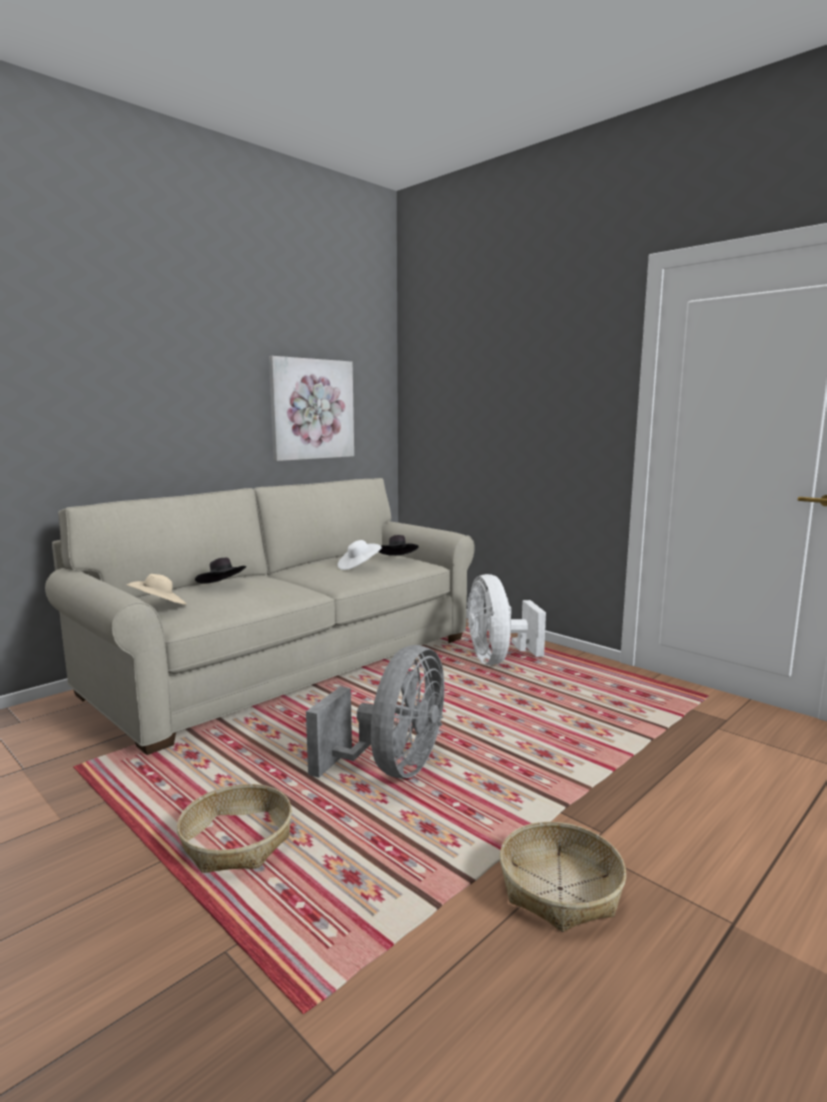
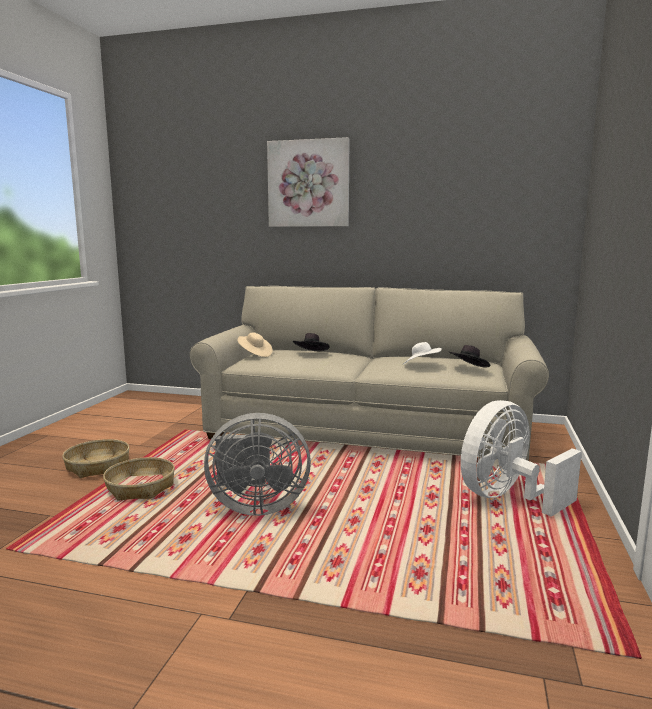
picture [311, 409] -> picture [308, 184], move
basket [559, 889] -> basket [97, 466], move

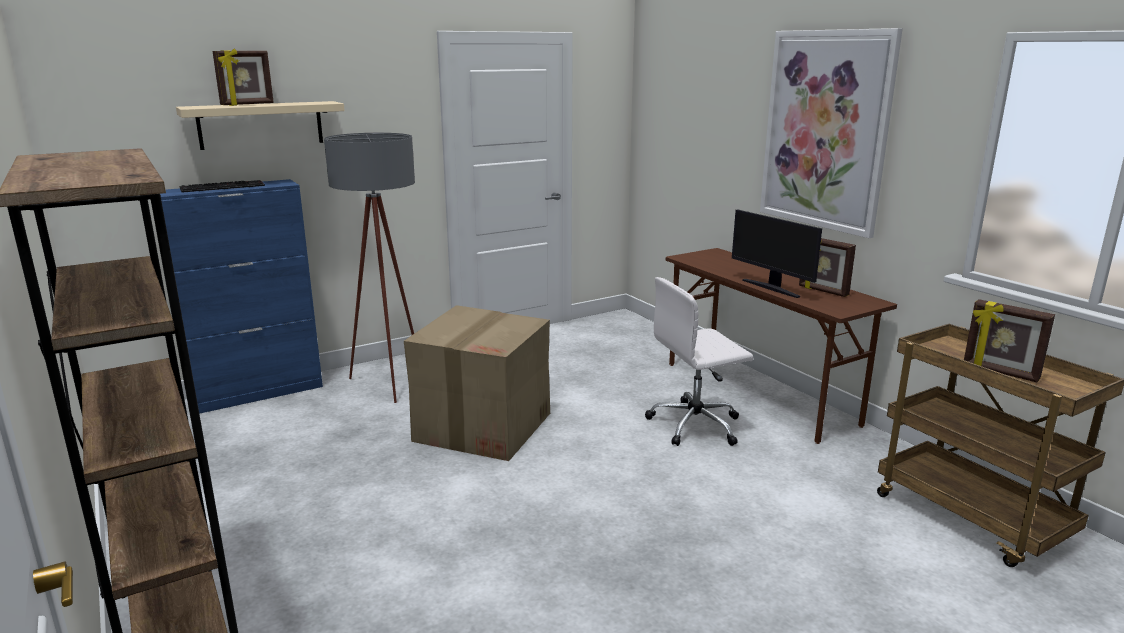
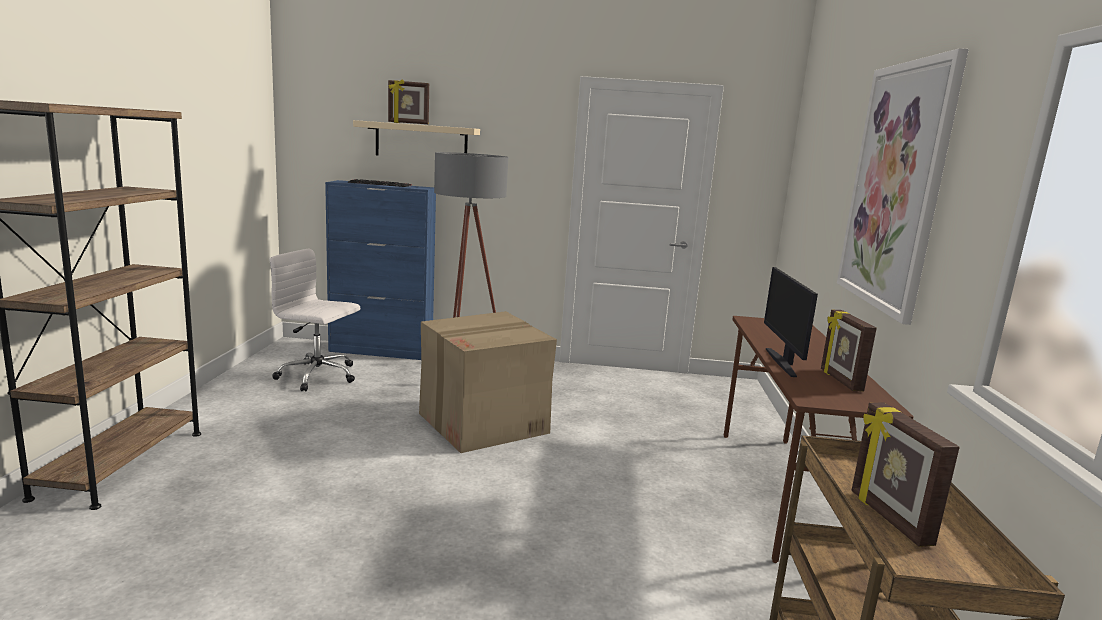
white office chair [696, 425] -> white office chair [319, 376], move

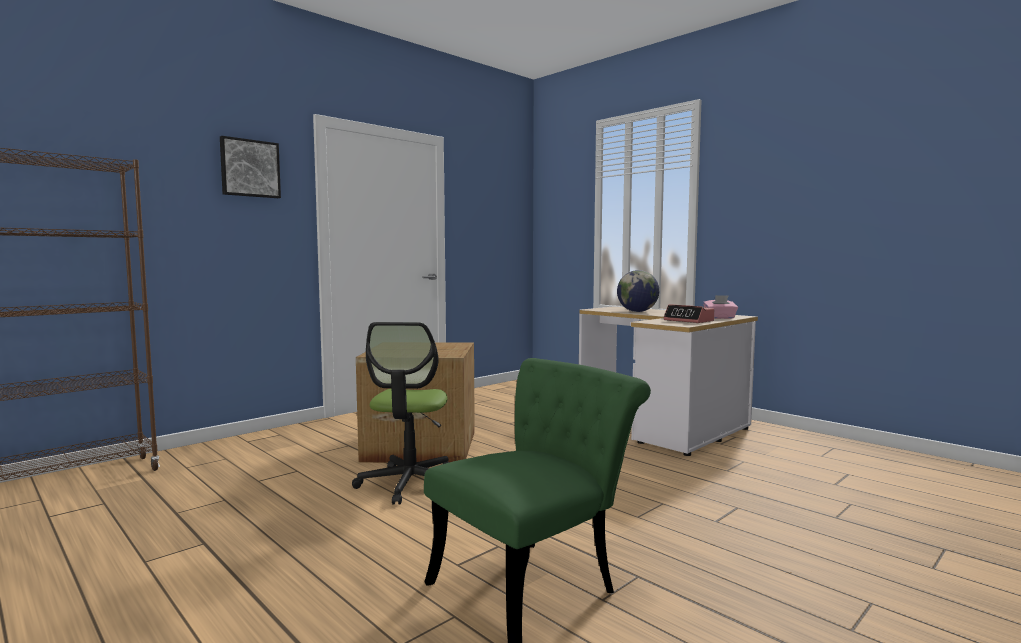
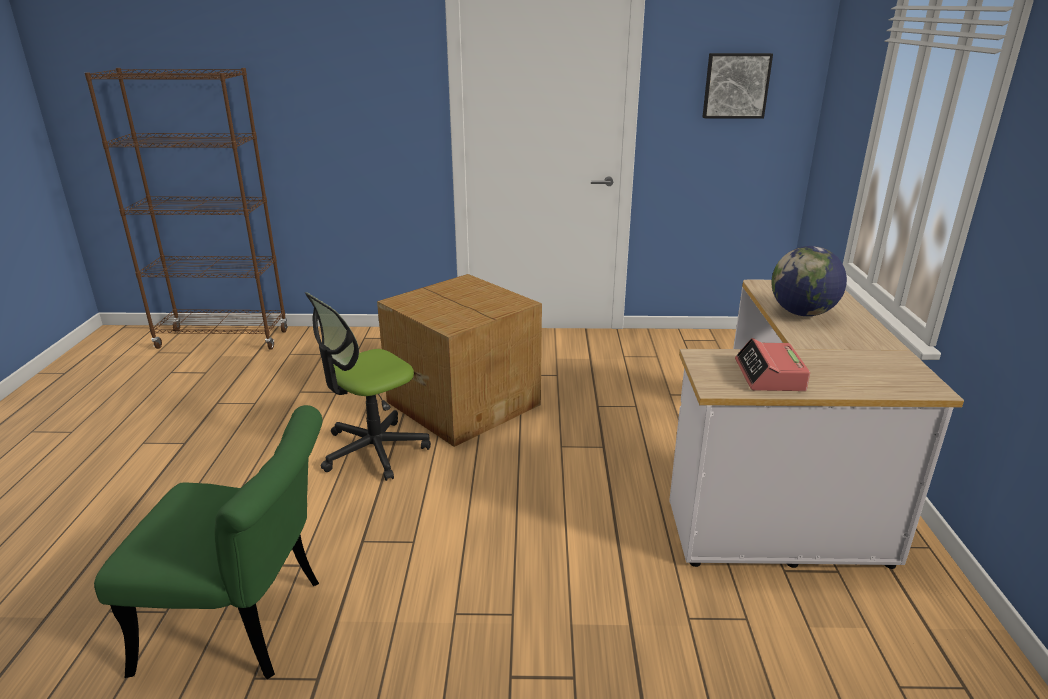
pink tissue box [720, 318] -> none
picture [250, 168] -> picture [736, 85], move

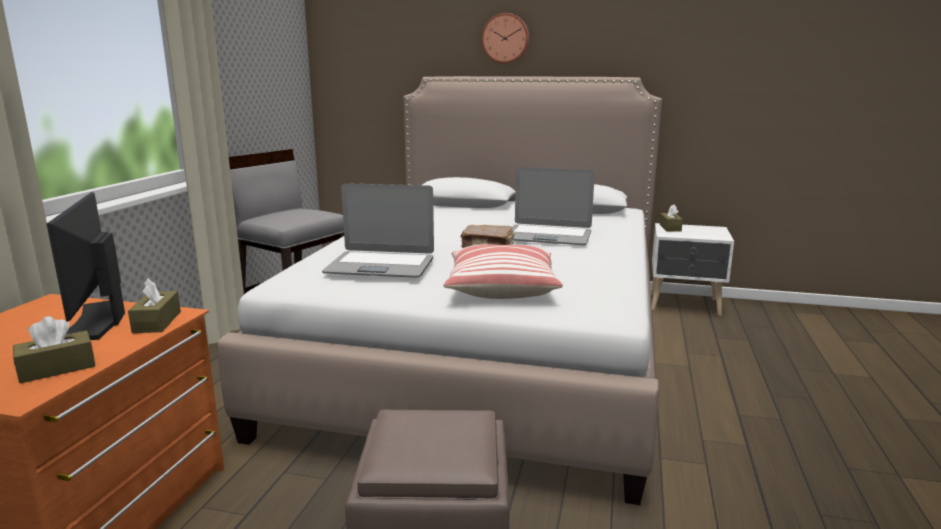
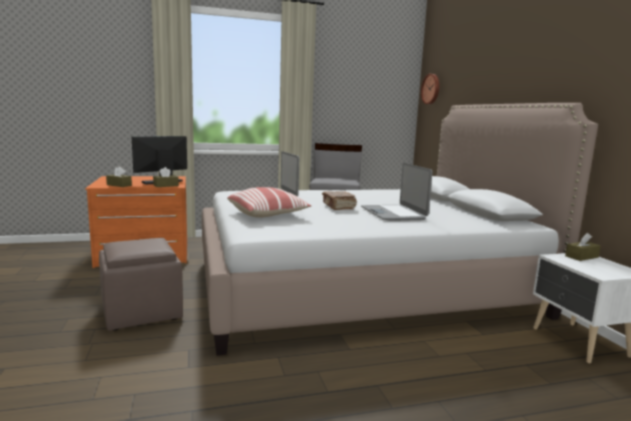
wall clock [505, 38] -> wall clock [431, 89], move

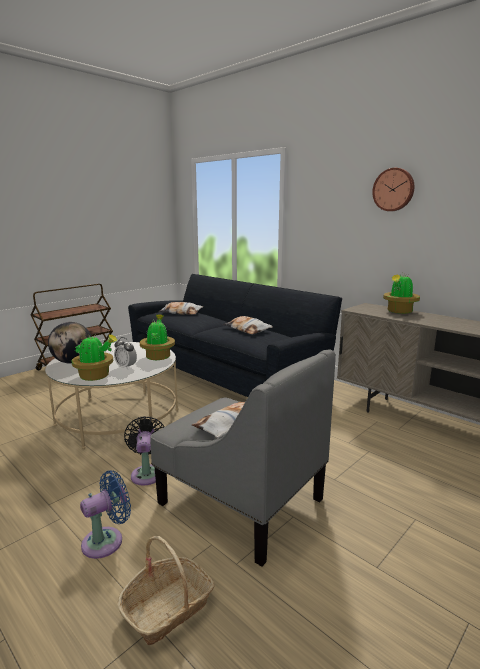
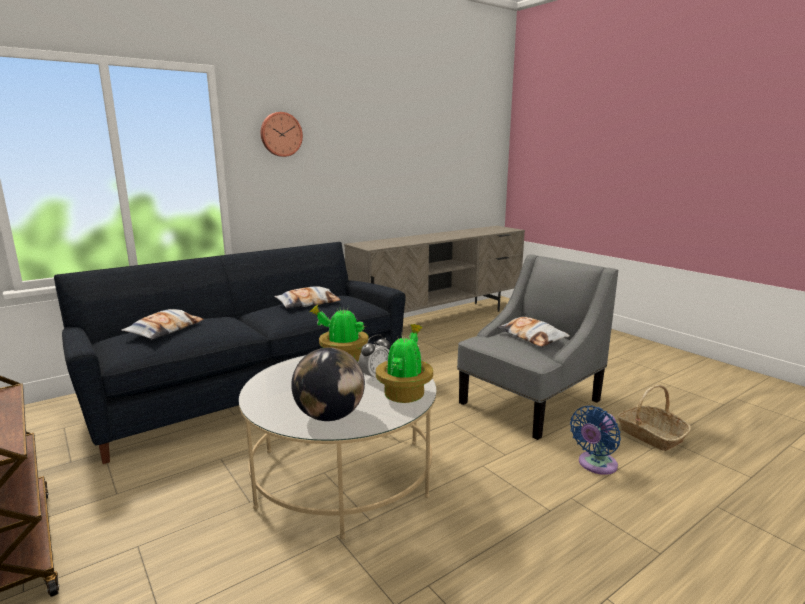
black fan [147, 473] -> none
potted plant [399, 312] -> none
wall clock [394, 189] -> wall clock [280, 134], move
blue fan [107, 540] -> blue fan [595, 465], 105 degrees counterclockwise

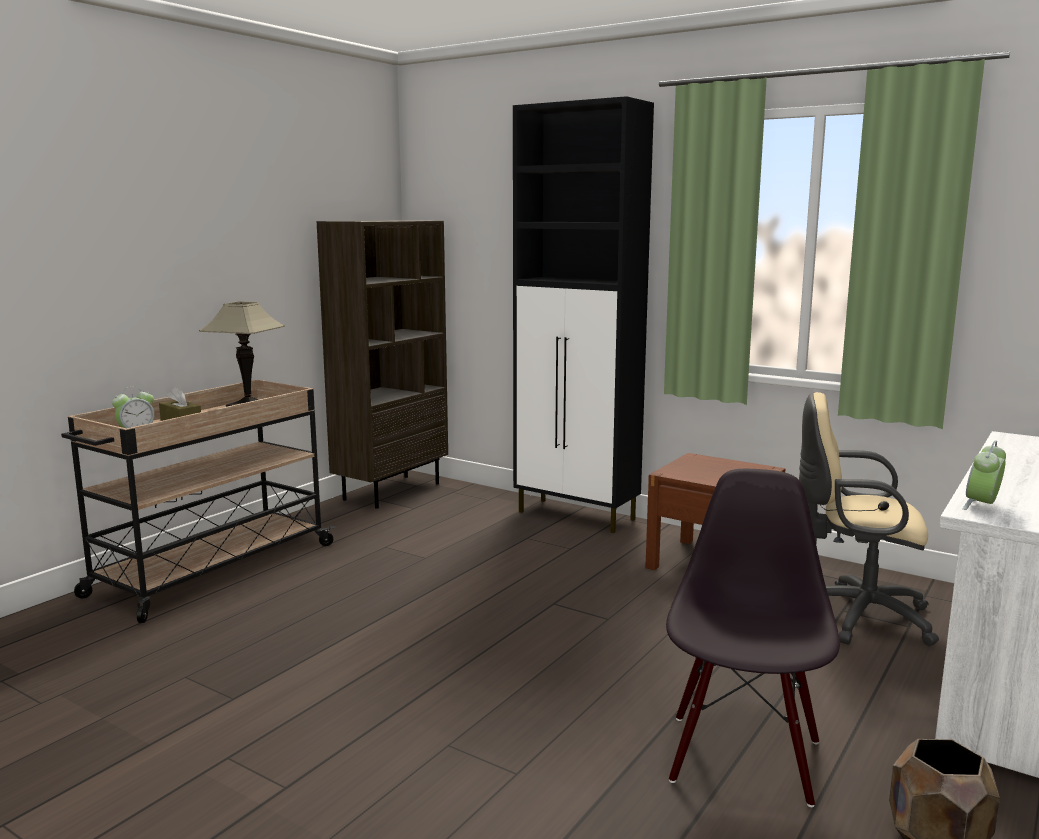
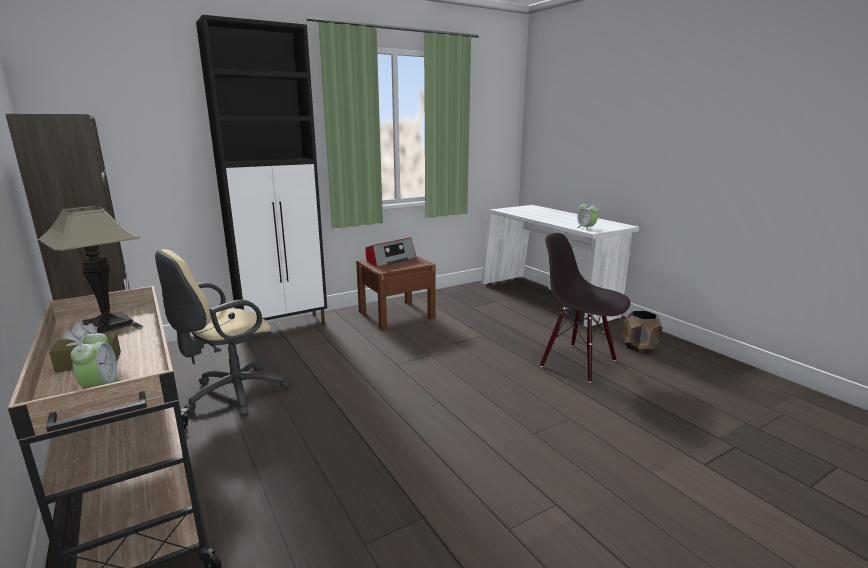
none -> radio [390, 260]
beige office chair [855, 616] -> beige office chair [231, 395], move

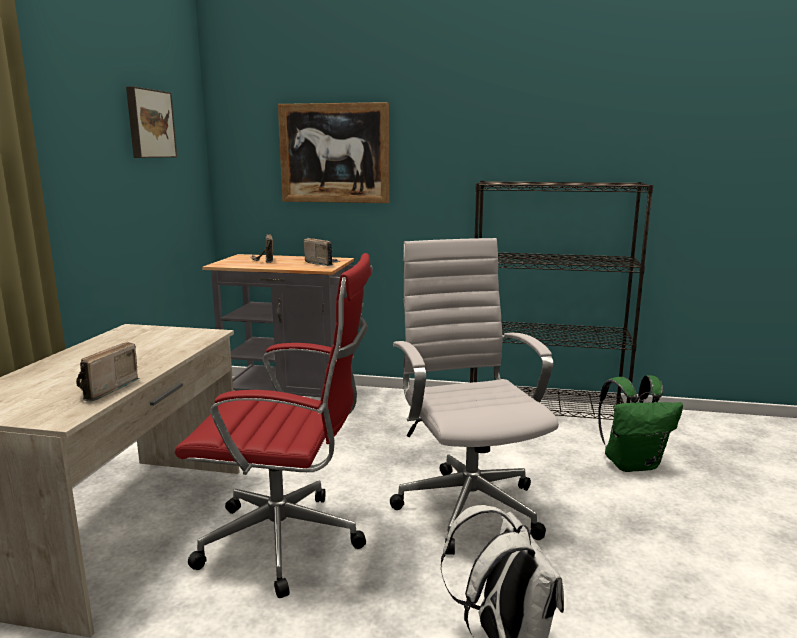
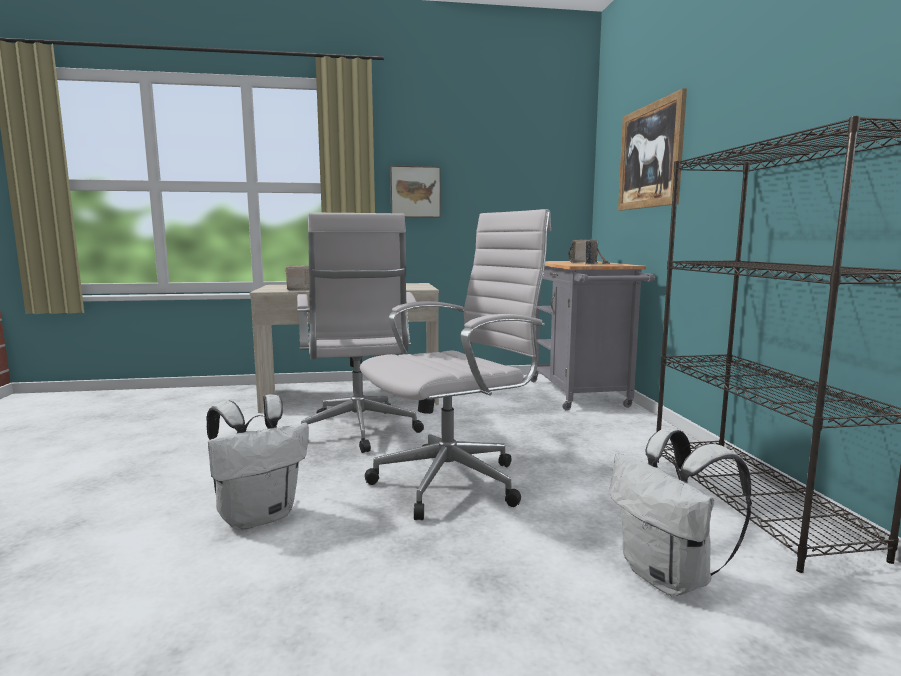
picture [149, 124] -> picture [415, 192], move
red office chair [289, 542] -> white office chair [359, 433]
green backpack [632, 464] -> white backpack [669, 578]

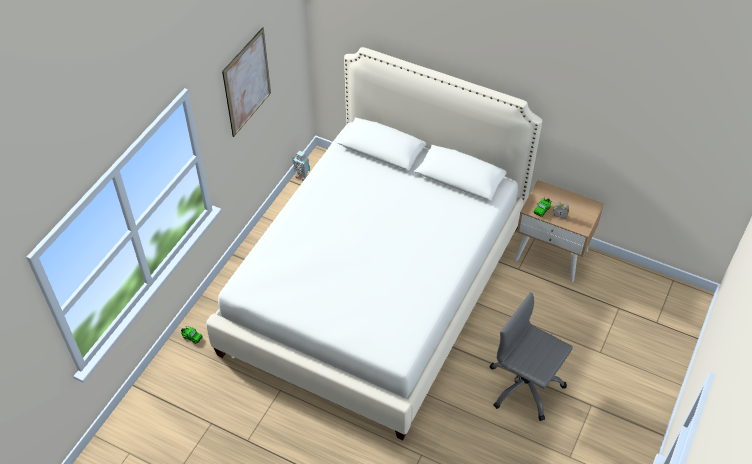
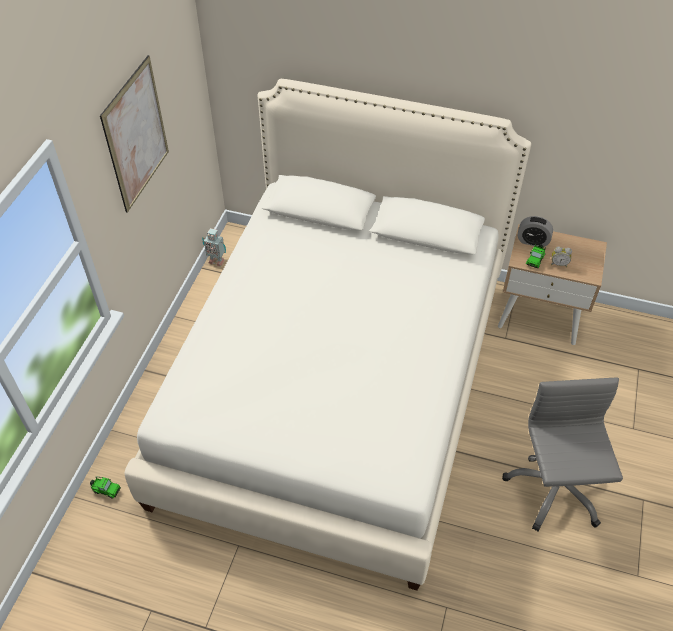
none -> alarm clock [532, 241]
grey office chair [524, 386] -> grey office chair [554, 488], 60 degrees clockwise

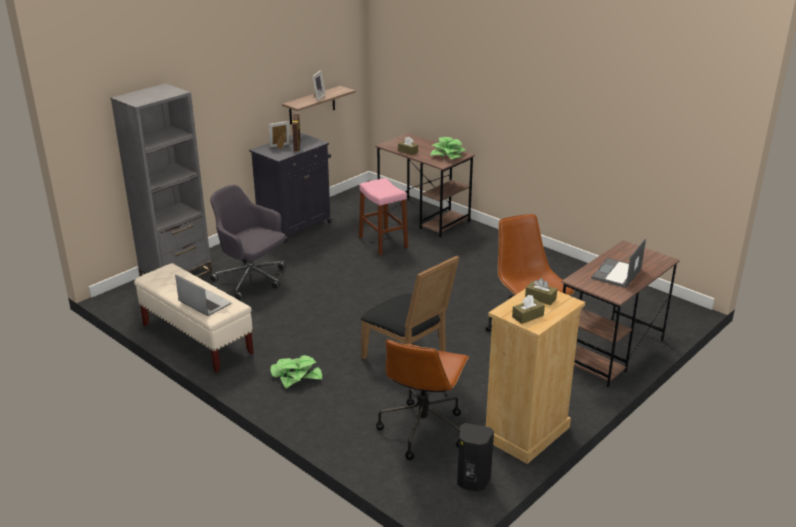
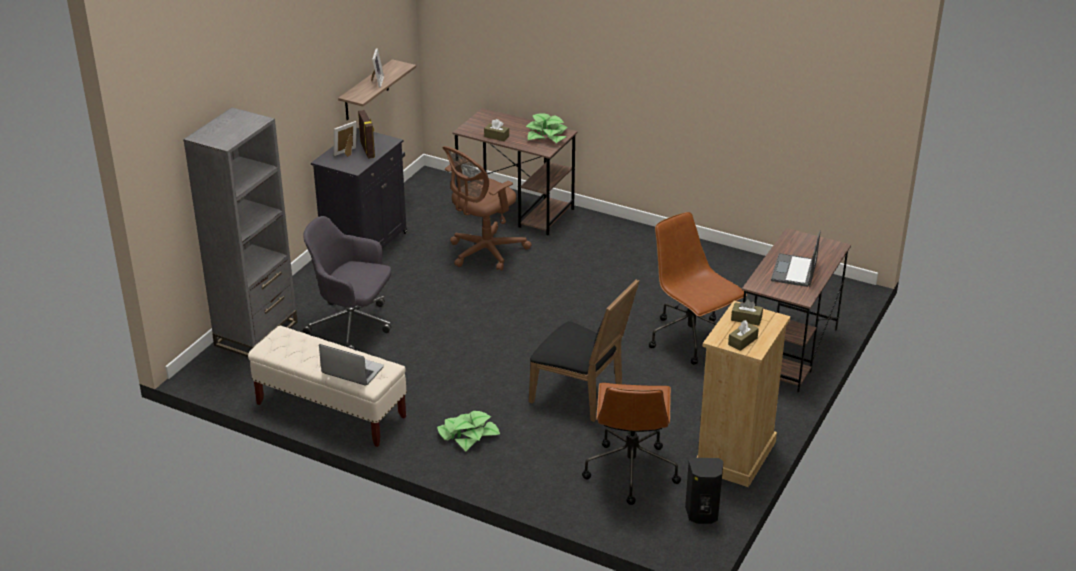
pink stool [383, 242] -> brown office chair [484, 252]

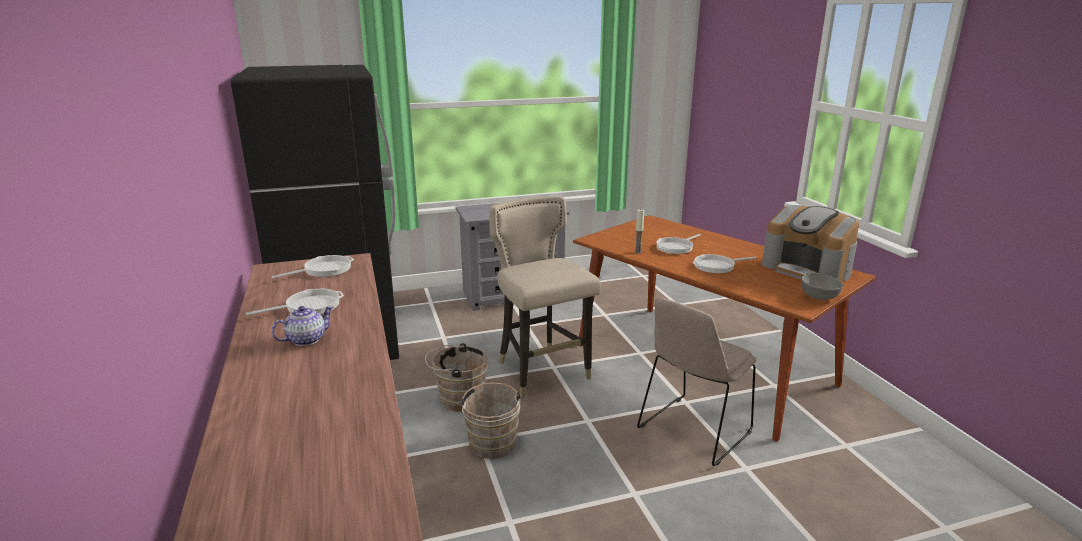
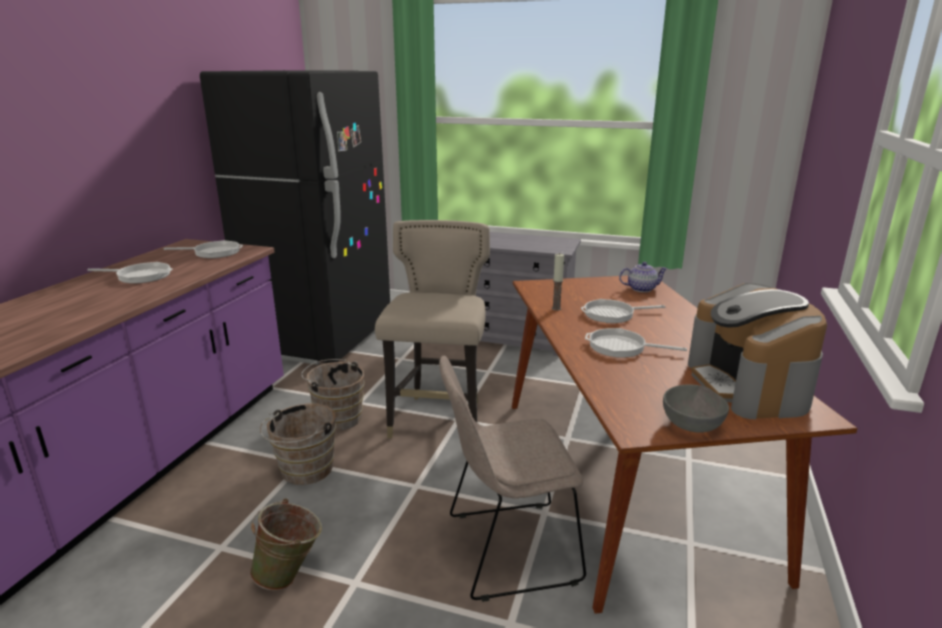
none -> green bucket [291, 576]
teapot [306, 340] -> teapot [641, 289], move

